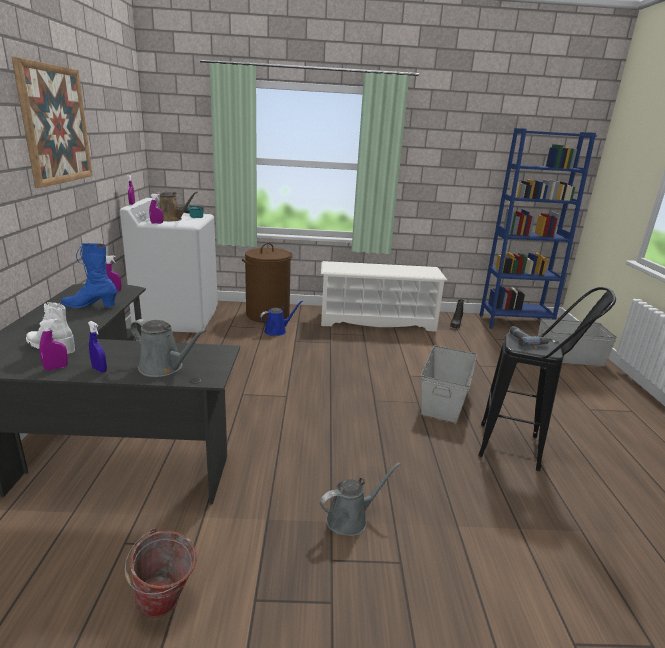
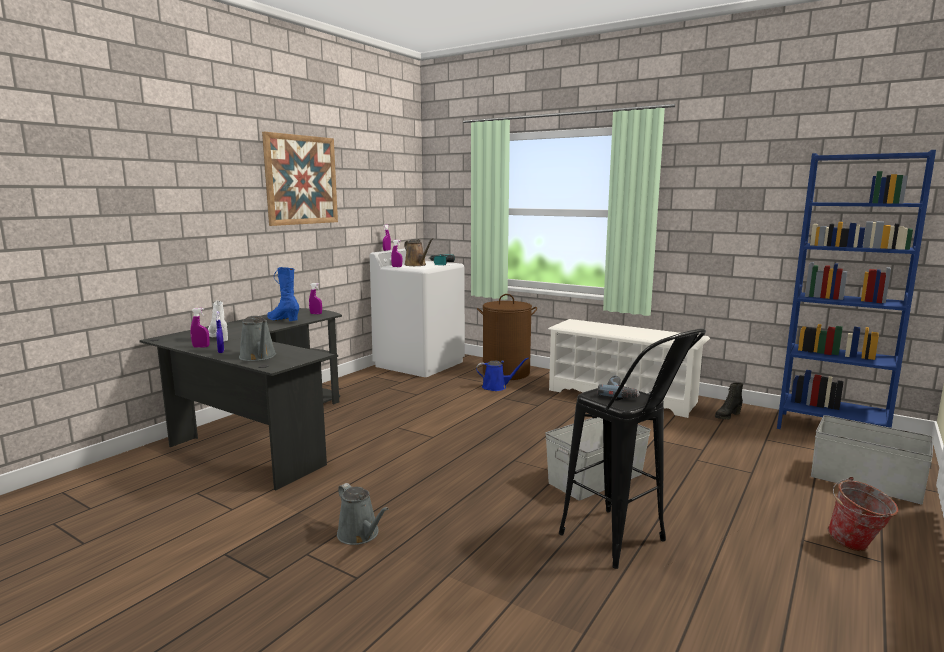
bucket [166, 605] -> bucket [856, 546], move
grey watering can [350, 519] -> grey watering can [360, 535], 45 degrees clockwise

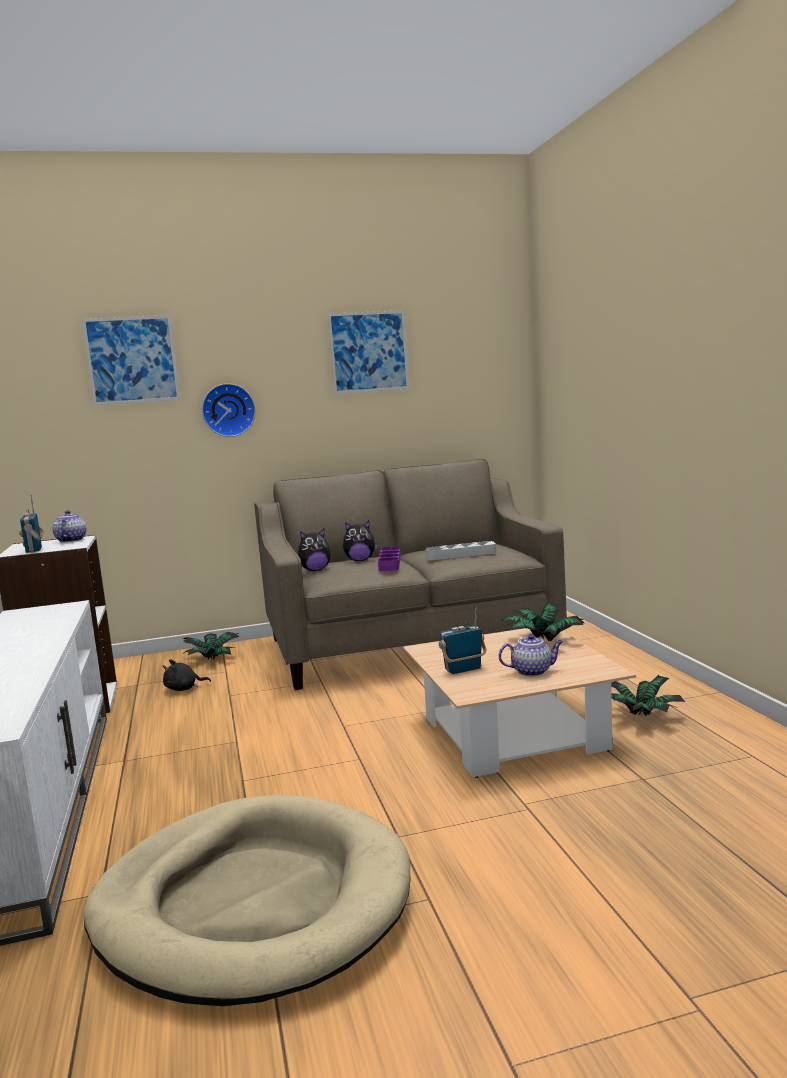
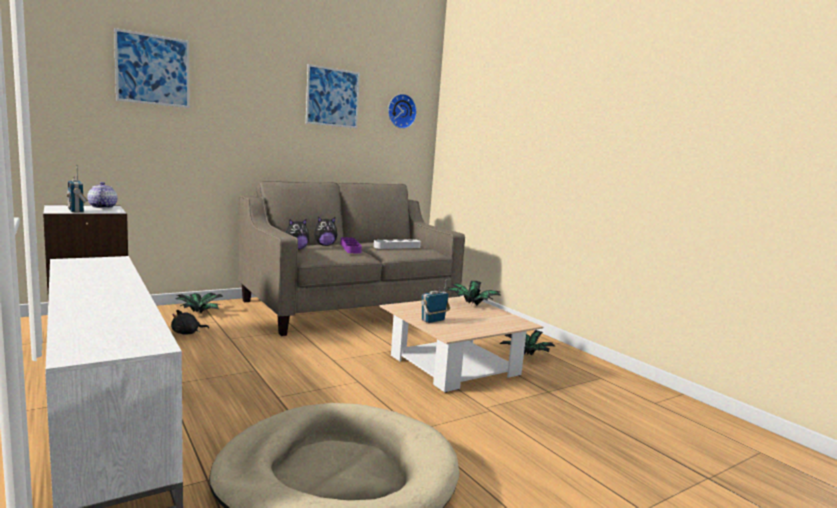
teapot [532, 671] -> none
wall clock [228, 410] -> wall clock [401, 111], move

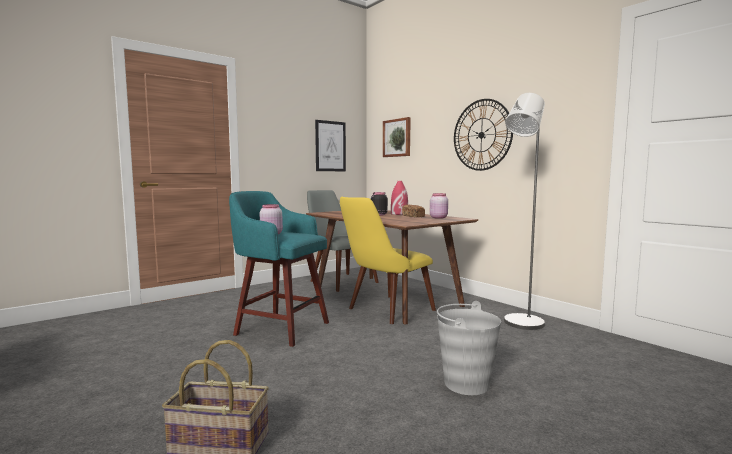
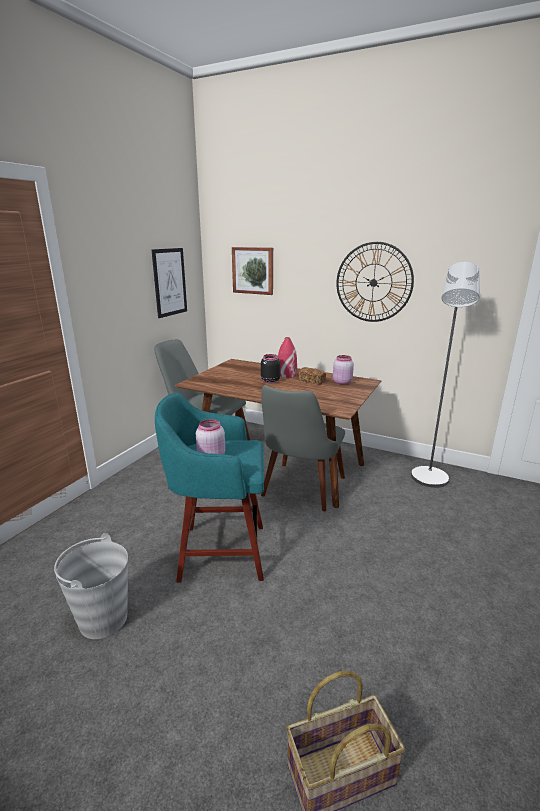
grey bucket [466, 383] -> grey bucket [103, 619], move
yellow chair [383, 311] -> grey chair [299, 492]

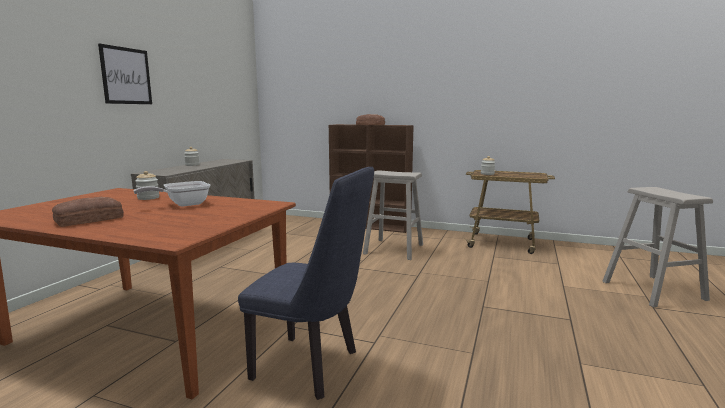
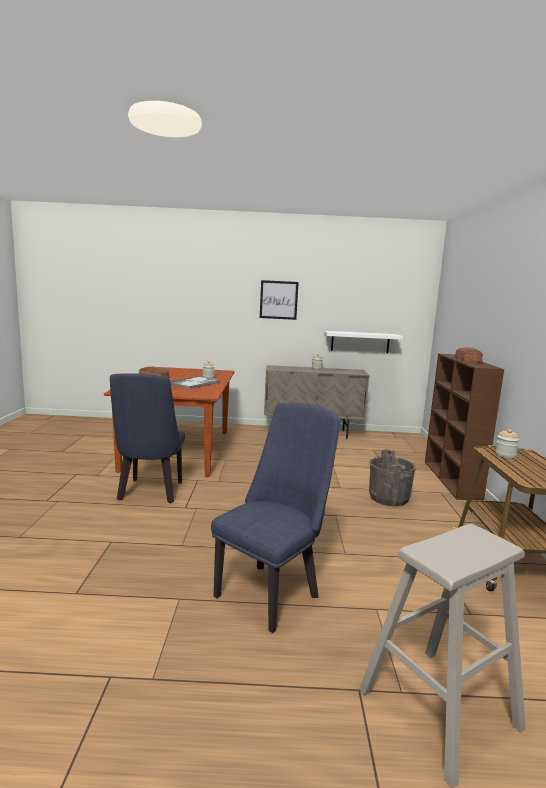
none -> blue chair [271, 591]
none -> white shelf [360, 342]
frying pan [182, 204] -> tray [194, 383]
beige stool [394, 249] -> grey bucket [389, 498]

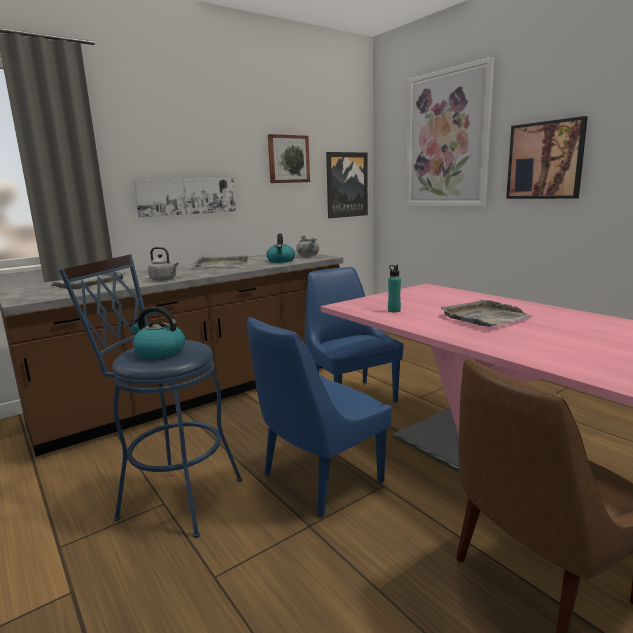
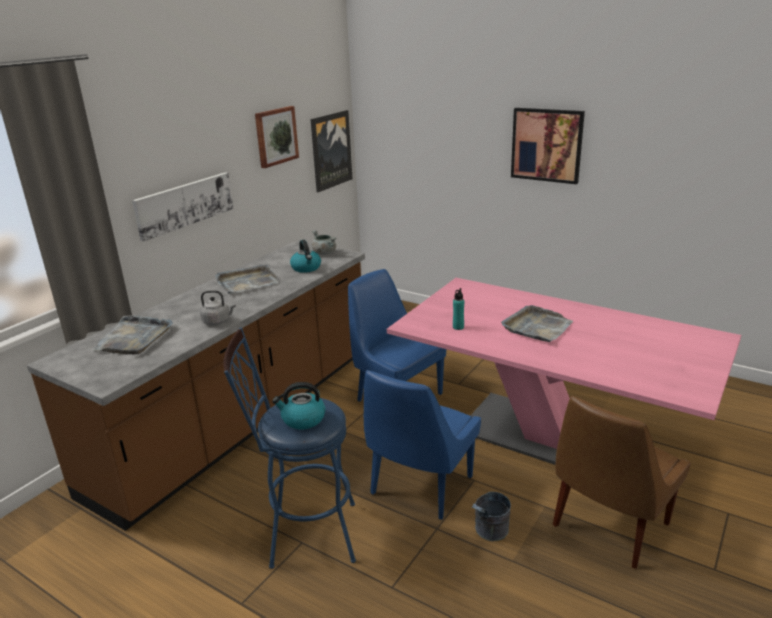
picture [447, 139] -> none
none -> grey bucket [489, 533]

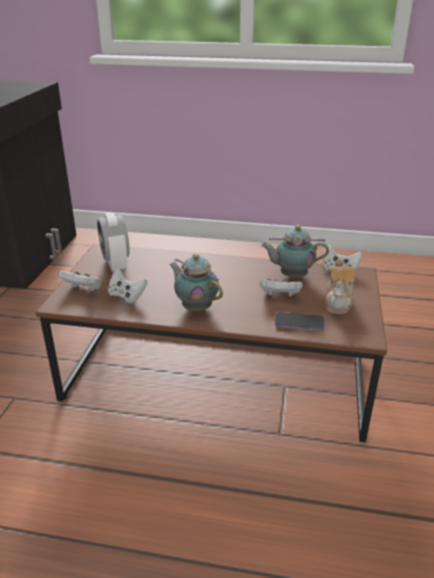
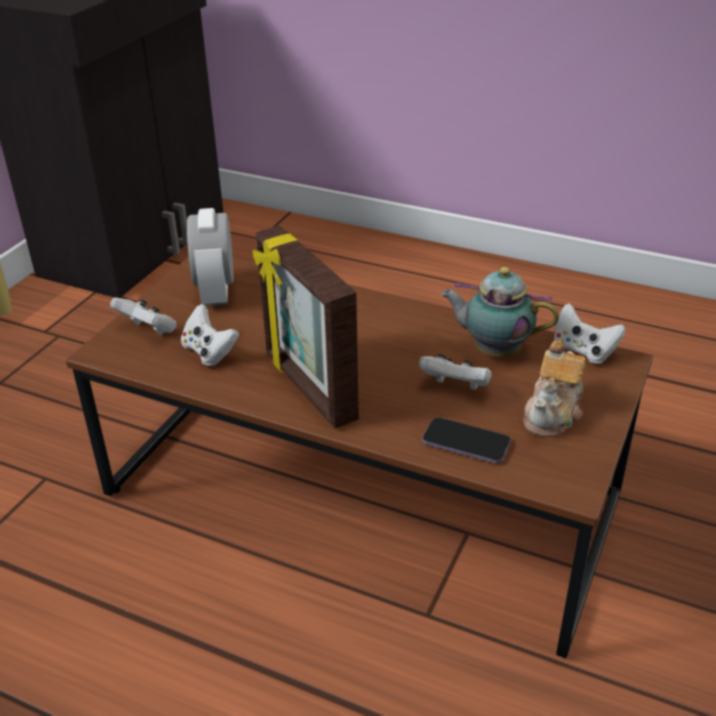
teapot [195, 307] -> picture frame [308, 387]

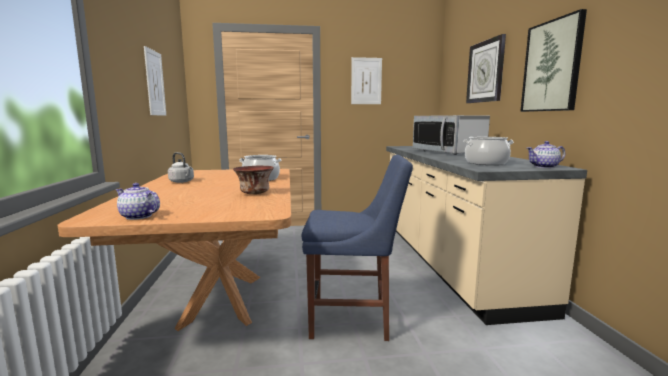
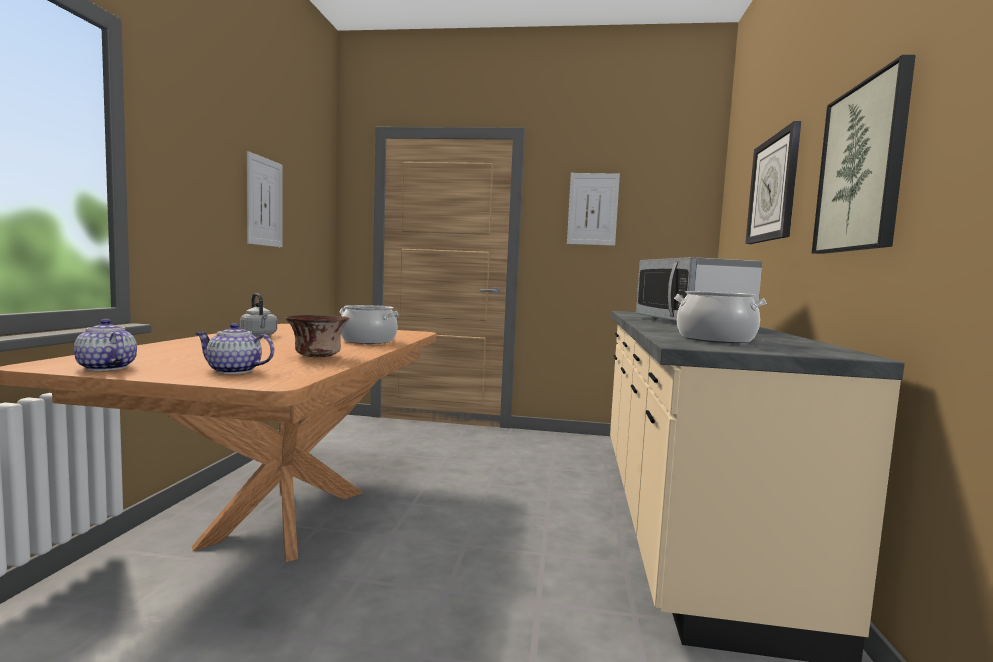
blue chair [354, 319] -> none
teapot [544, 167] -> teapot [234, 371], move

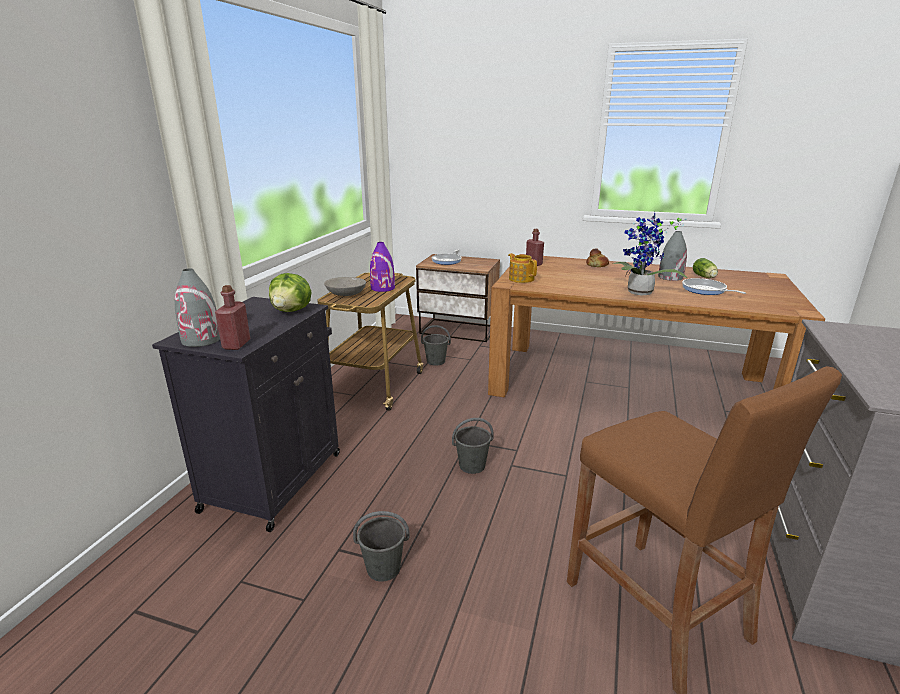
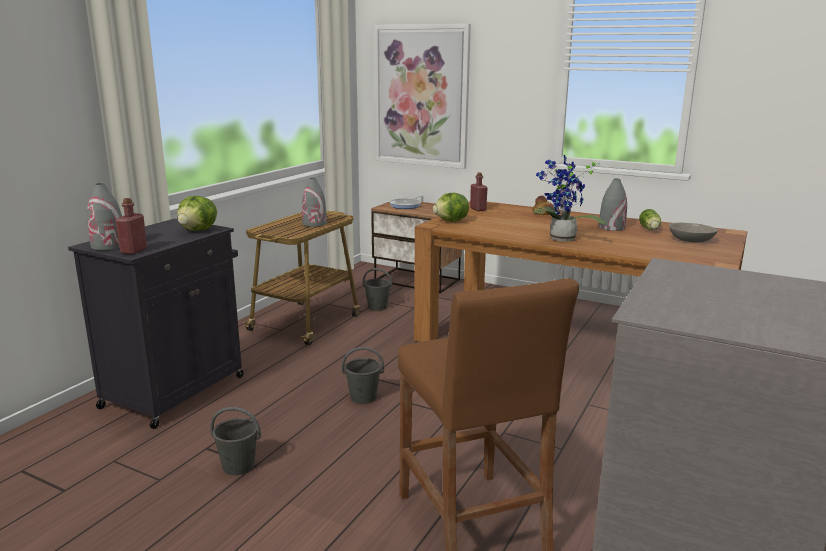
frying pan [705, 290] -> none
none -> picture [421, 96]
grey bowl [345, 293] -> grey bowl [690, 240], move
teapot [521, 279] -> lettuce [451, 221]
purple vase [383, 288] -> grey vase [314, 223]

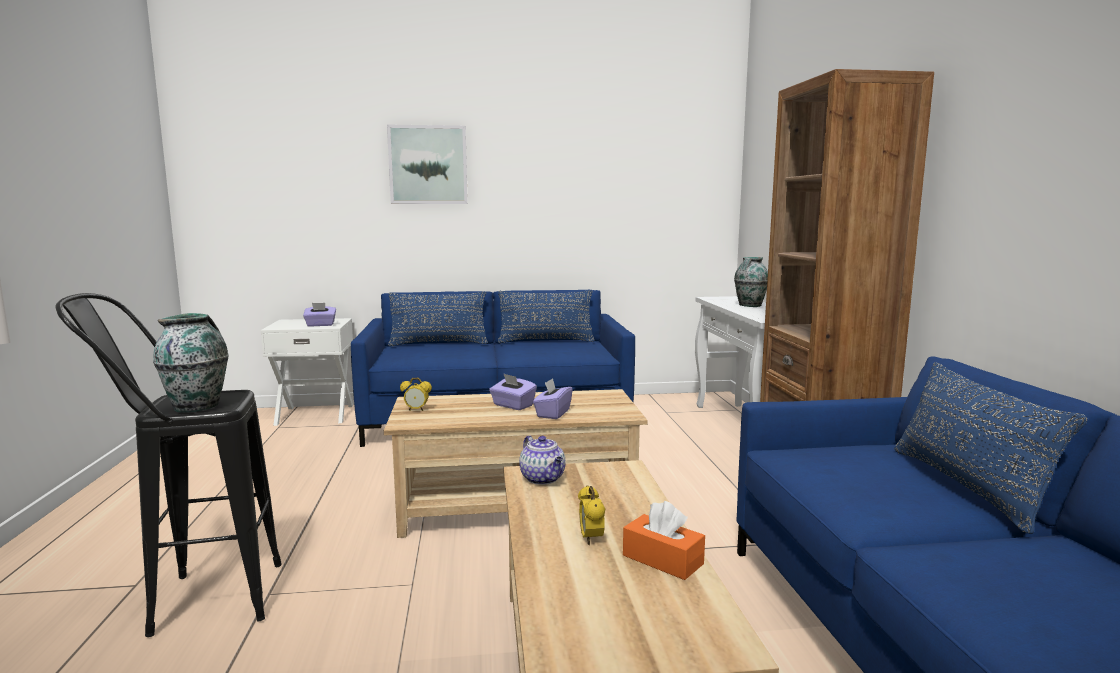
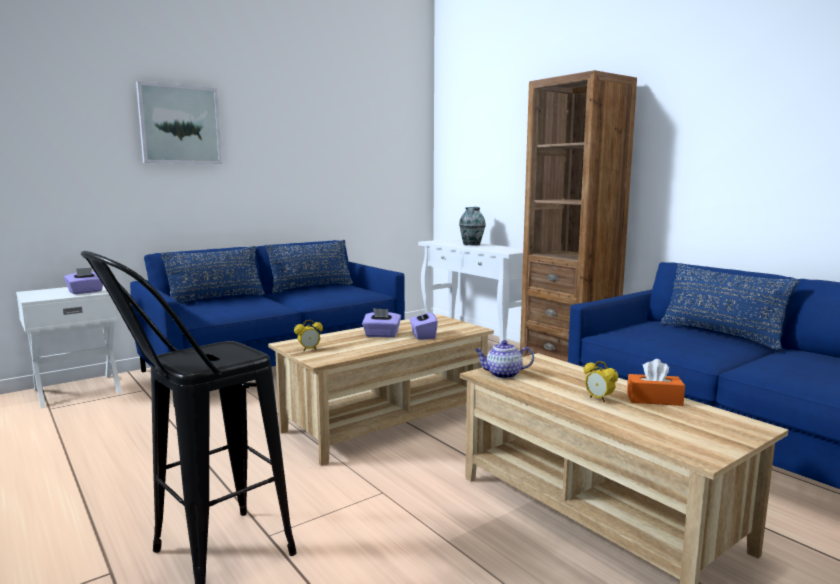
vase [197, 406] -> none
teapot [543, 479] -> teapot [503, 374], 150 degrees clockwise

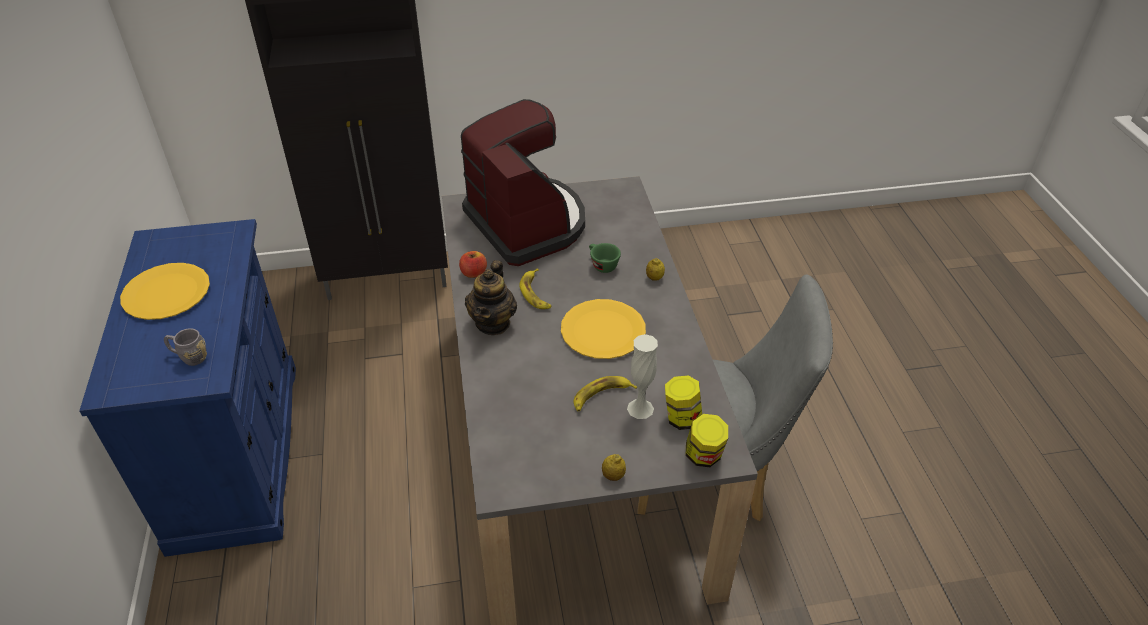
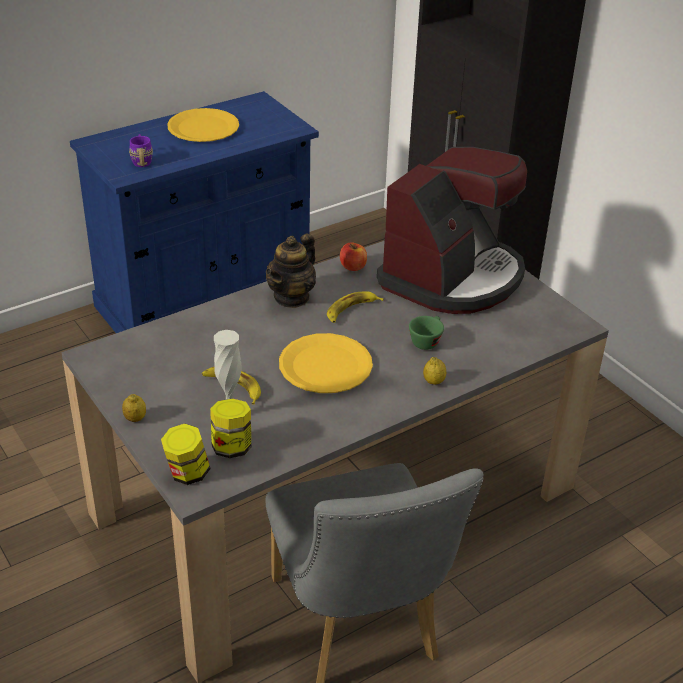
grey mug [189, 357] -> purple mug [142, 160]
teapot [493, 323] -> teapot [292, 297], 45 degrees counterclockwise

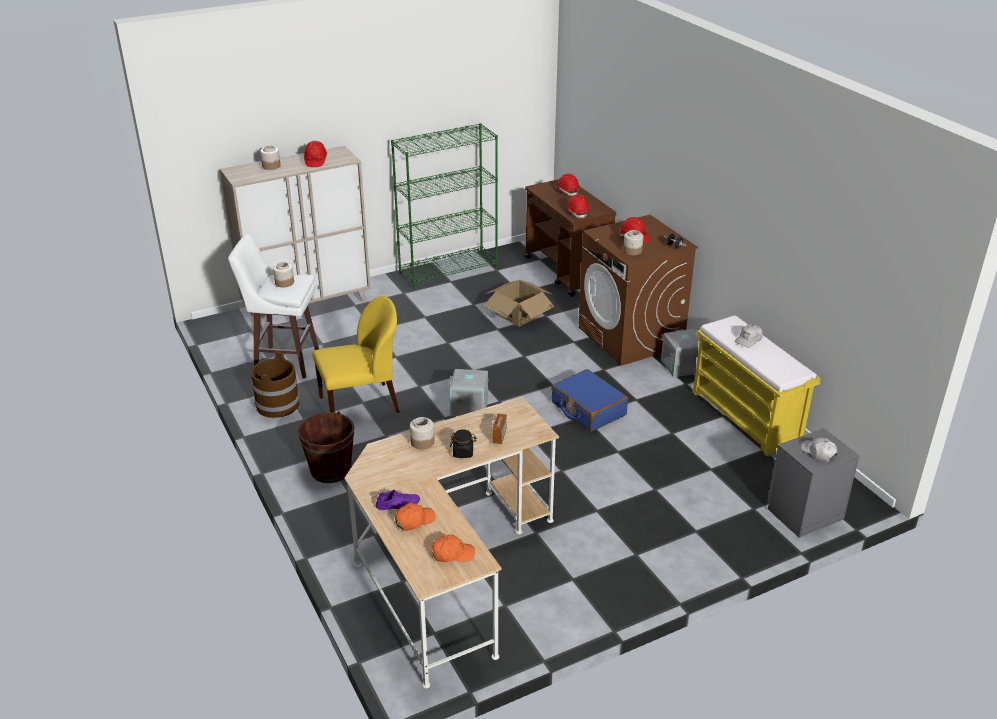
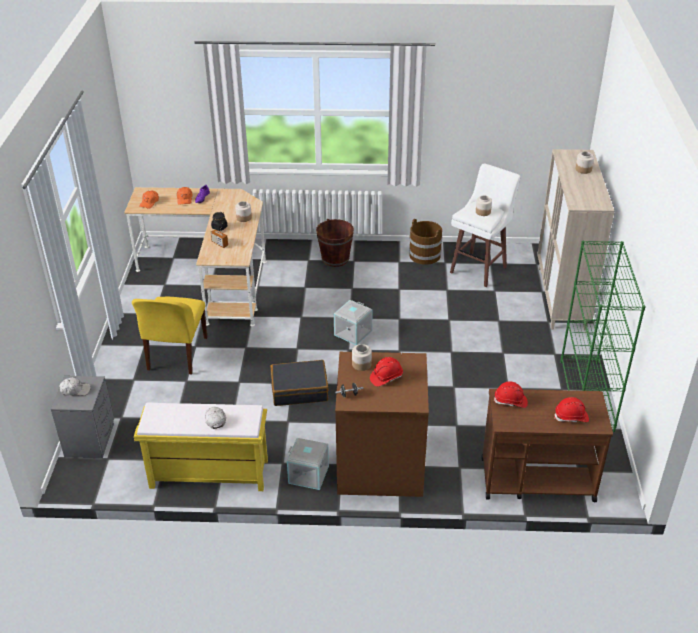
red hard hat [315, 161] -> none
cardboard box [519, 314] -> none
yellow chair [361, 404] -> yellow chair [177, 354], move
blue suitcase [588, 409] -> black suitcase [299, 389]

